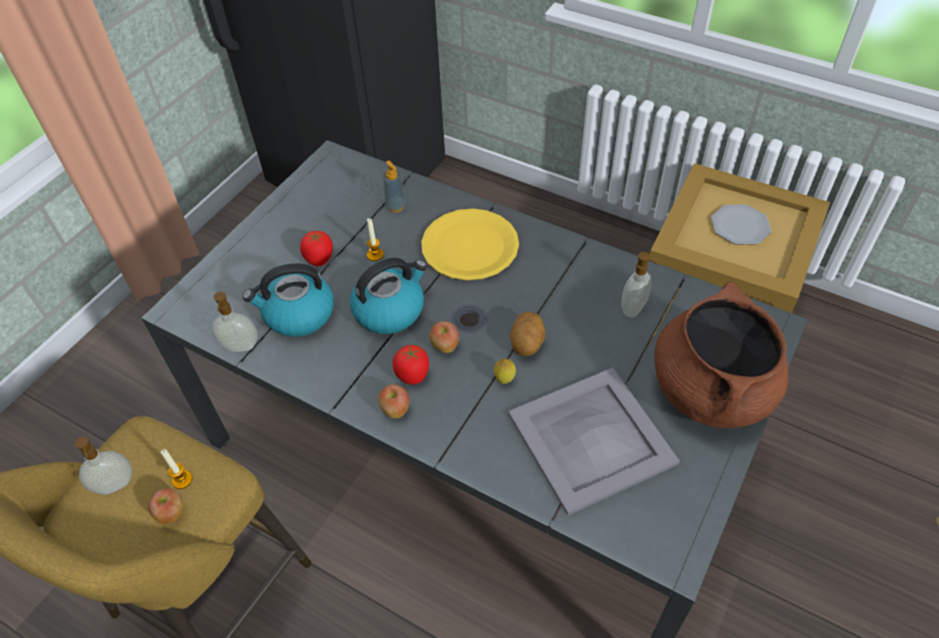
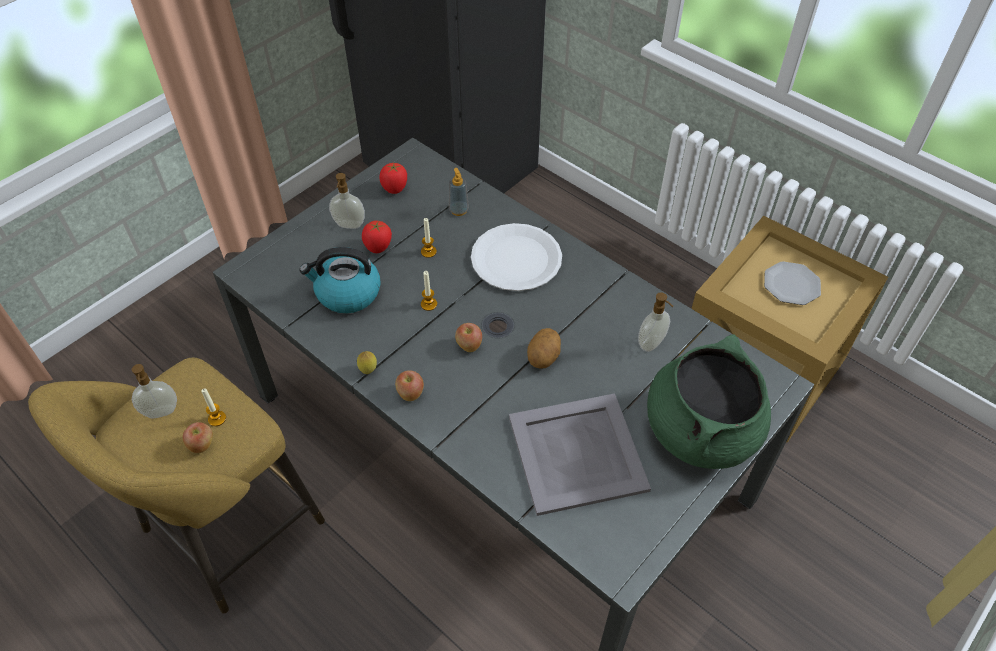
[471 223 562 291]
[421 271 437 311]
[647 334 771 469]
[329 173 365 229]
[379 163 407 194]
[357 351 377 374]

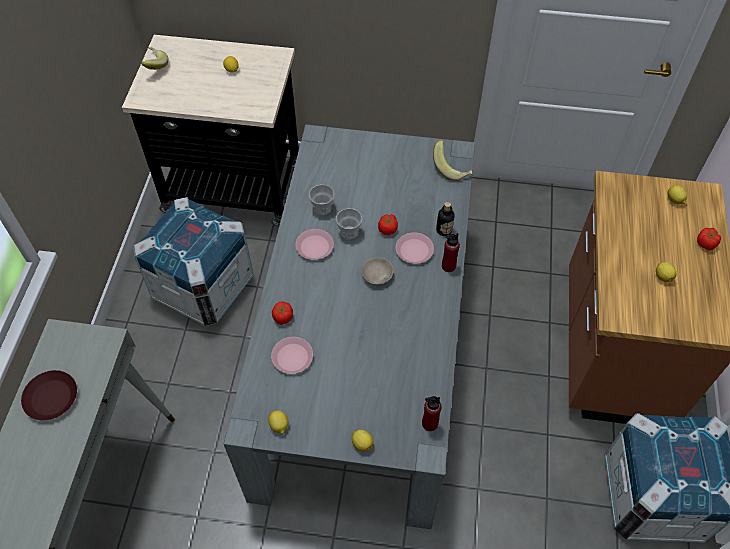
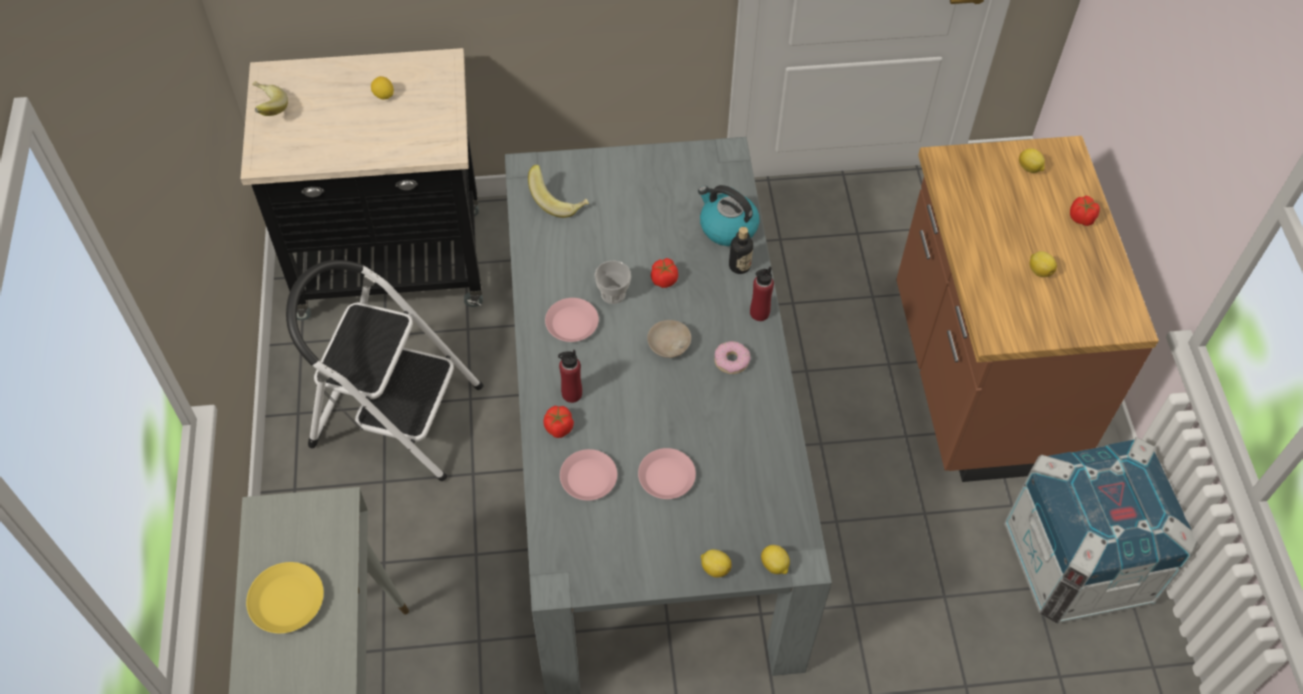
[528 165 589 218]
[309 184 335 215] (first image)
[286 260 483 481]
[638 448 696 499]
[246 562 324 633]
[558 350 582 403]
[761 545 790 574]
[698 185 760 246]
[715 341 751 374]

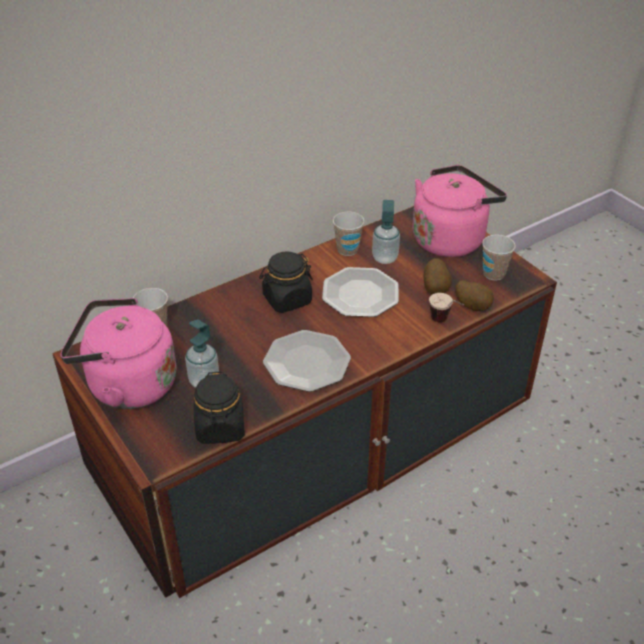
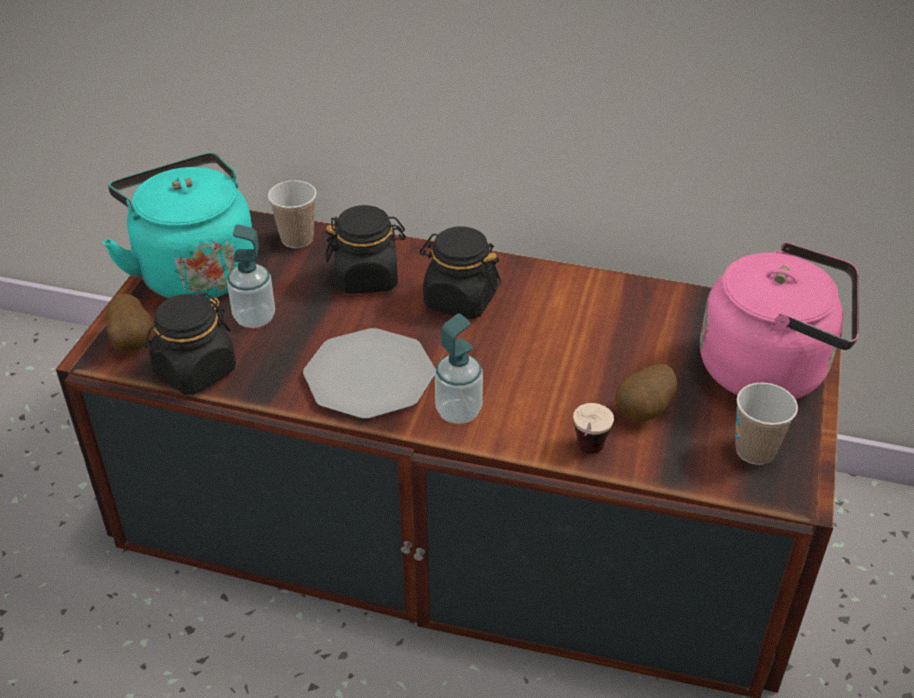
[435 313 483 424]
[333 212 364 256] (first image)
[322 267 399 317] (first image)
[106 294 154 352]
[103 153 254 299]
[326 205 406 293]

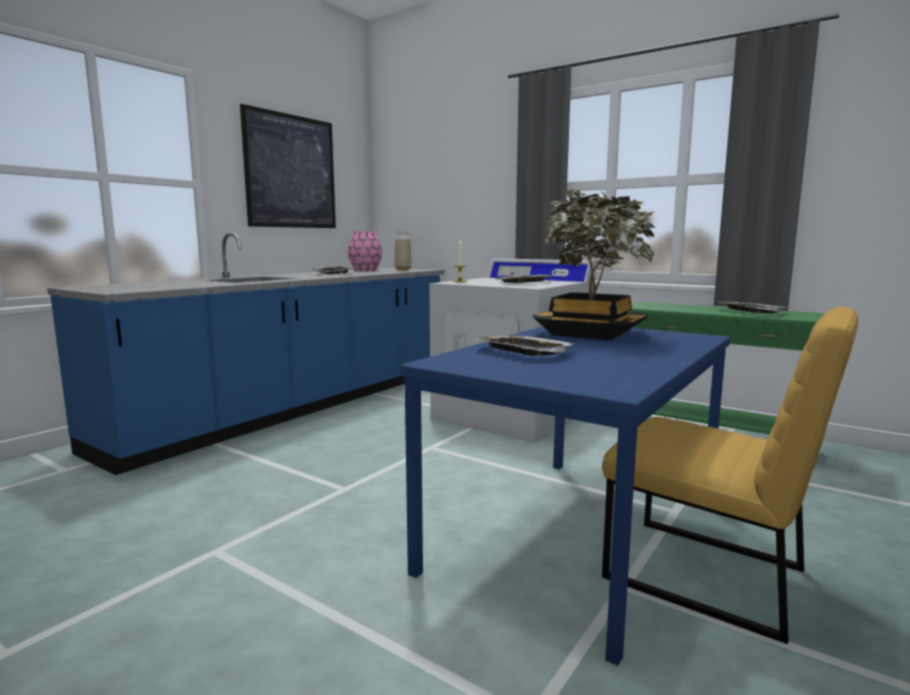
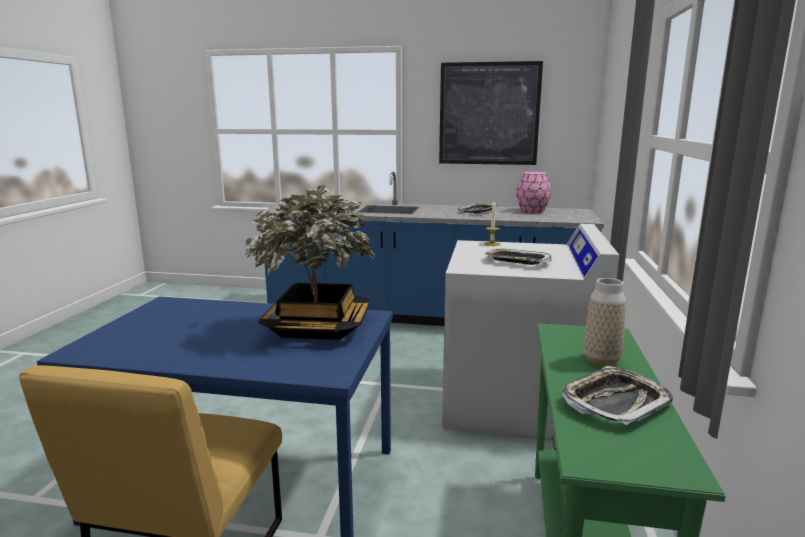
[583 278 626 366]
[476 335 575 356] (first image)

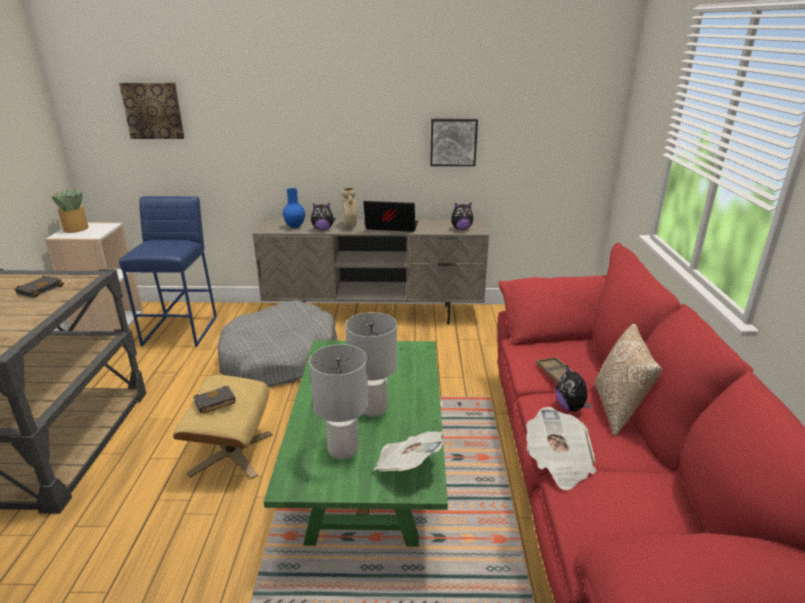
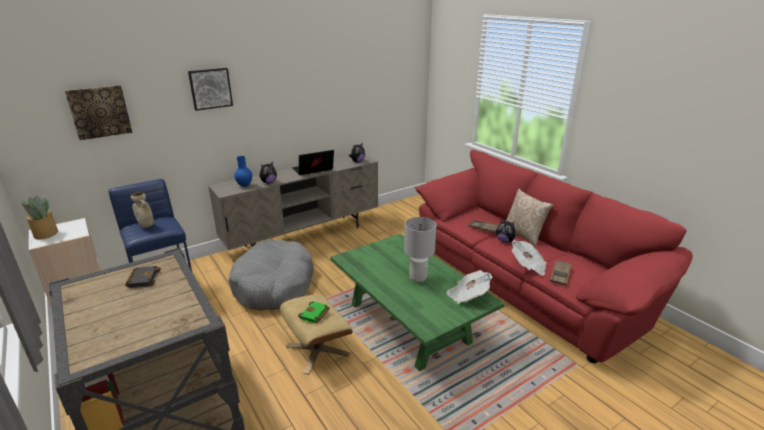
[188 68 233 111]
[131 192 154 228]
[309 344 368 460] (first image)
[298 301 330 323]
[550 260 572 285]

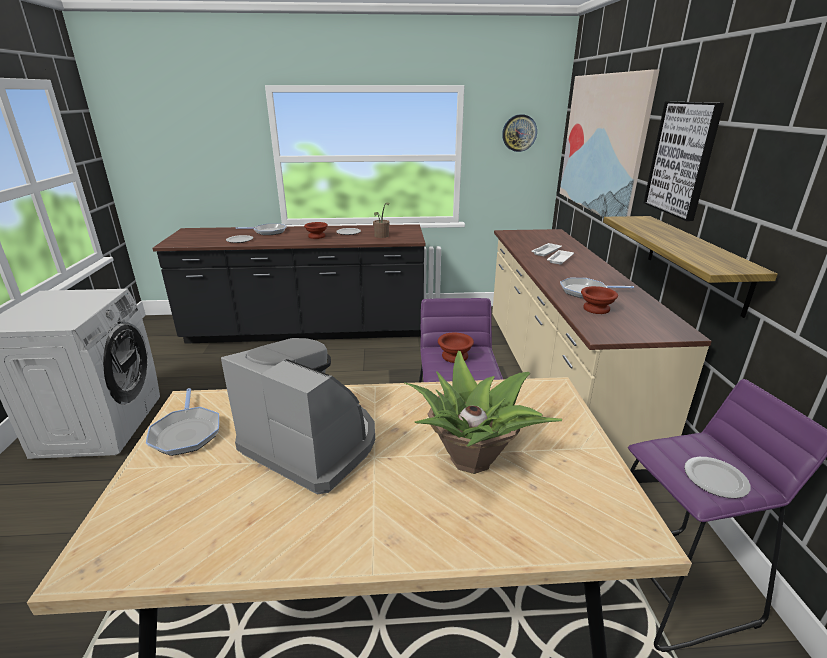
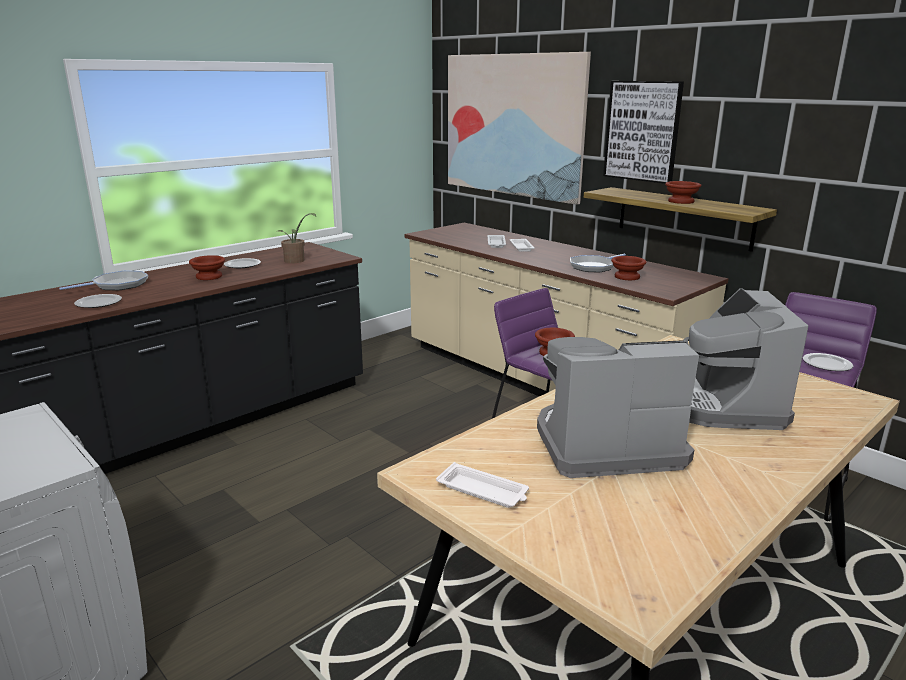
[502 114 537 152] (first image)
[684 288 808 430]
[436 462 529 508]
[665 181 701 204]

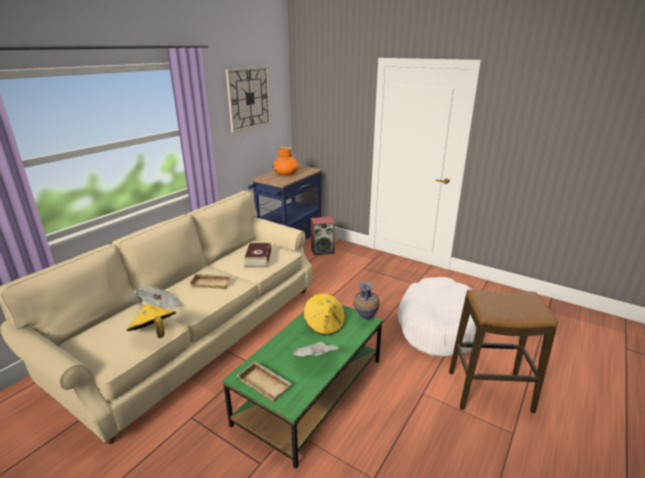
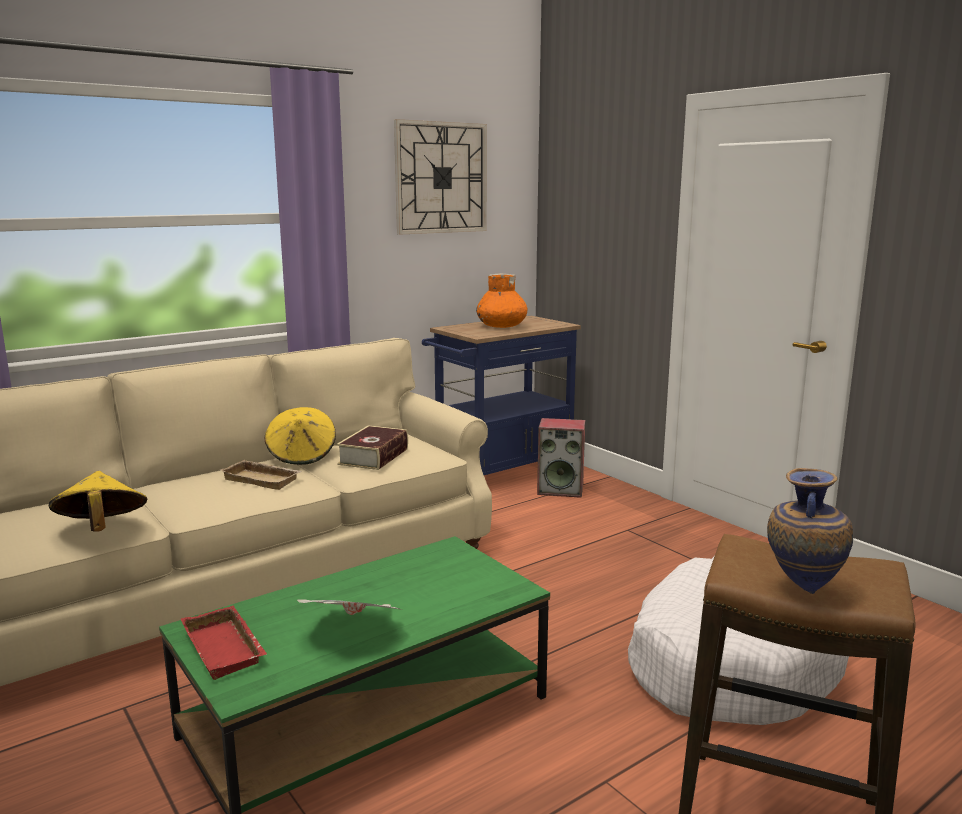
[767 468 853 594]
[134 286 186 309] (first image)
[264 407 336 465]
[181 605 267 680]

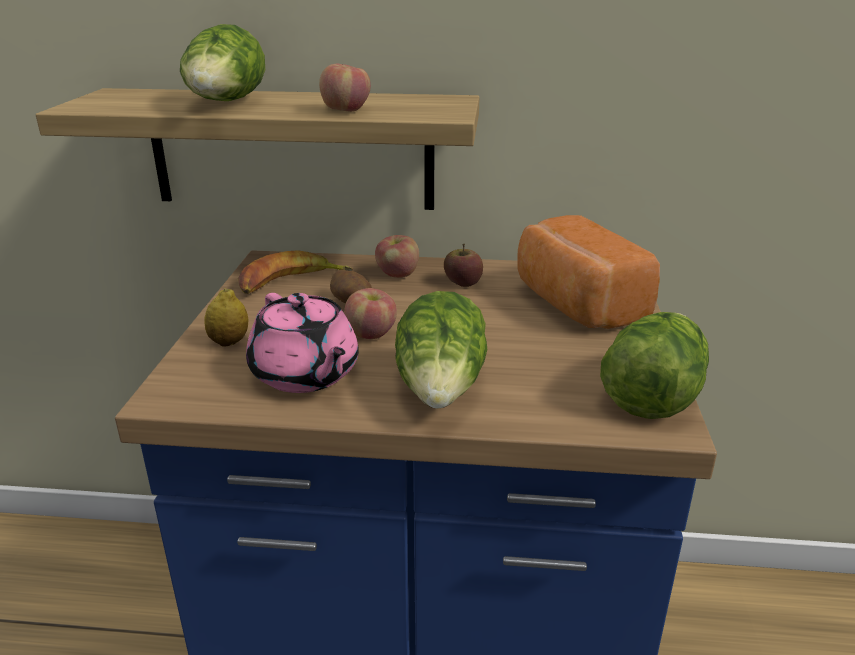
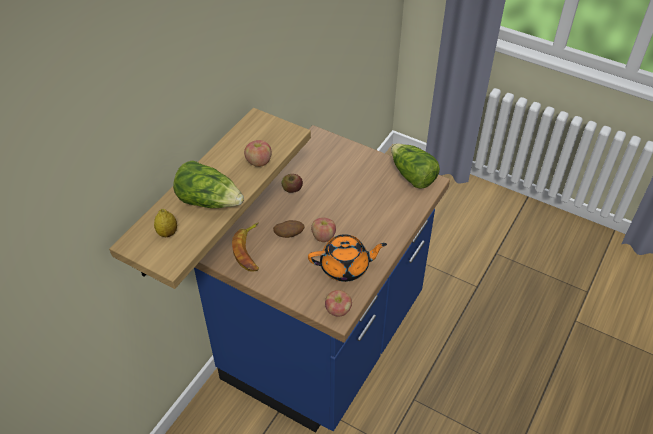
[517 215 660 329] (first image)
[325 290 352 317]
[154 209 177 237]
[395 291 487 409] (first image)
[308 234 387 282]

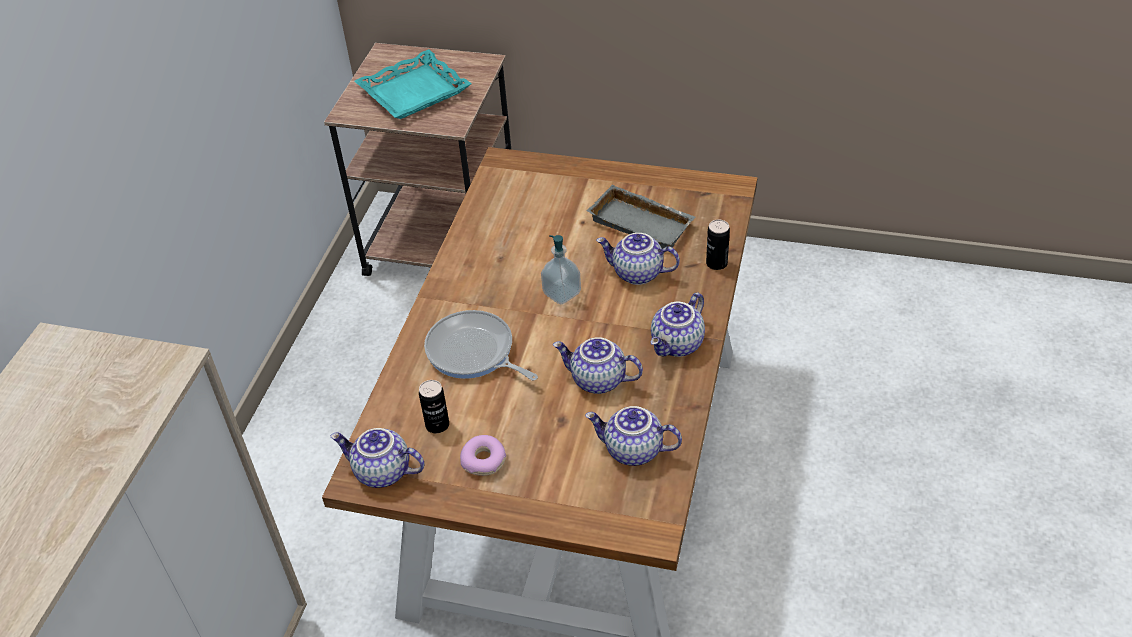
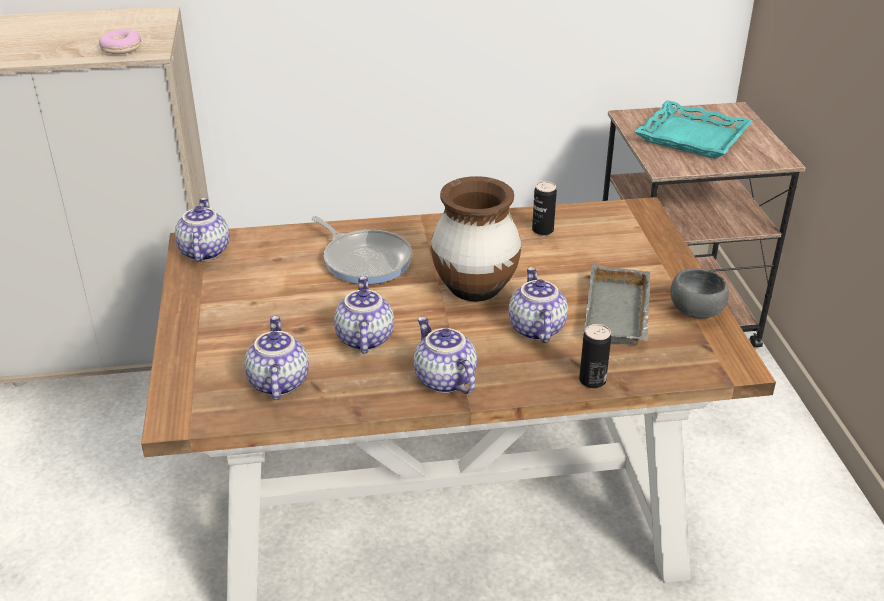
[431 176 521 301]
[414 316 477 394]
[311 216 412 284]
[532 181 557 235]
[99 29 141 54]
[671 268 729 319]

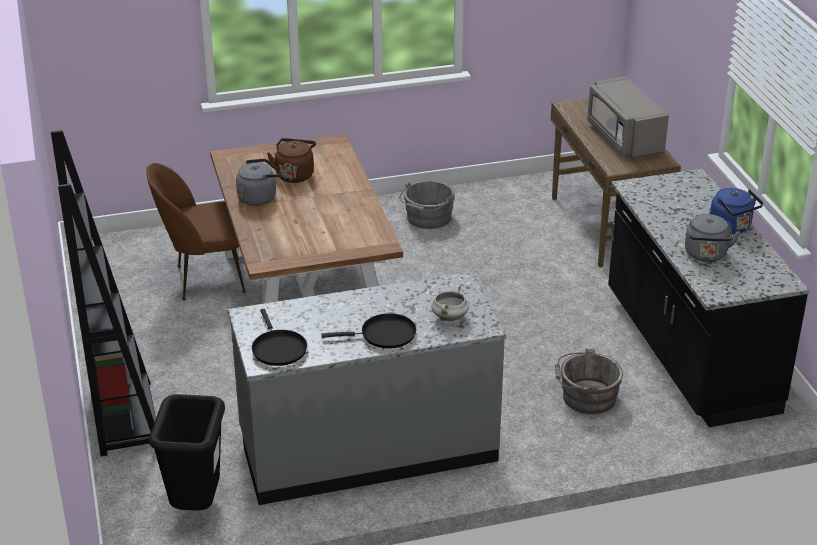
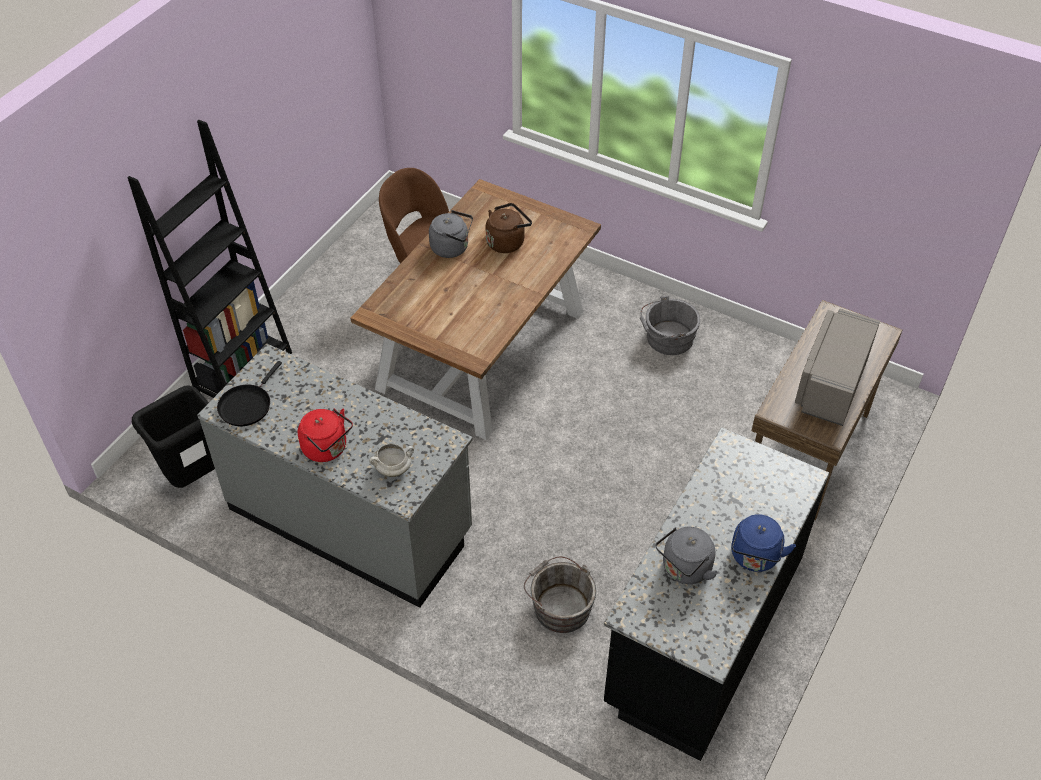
[298 409 353 462]

